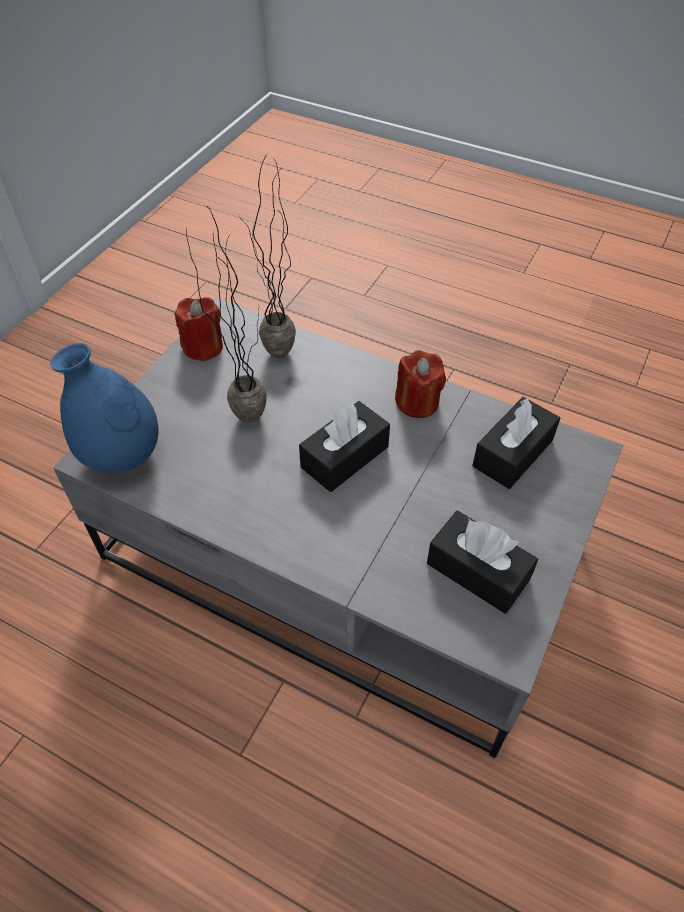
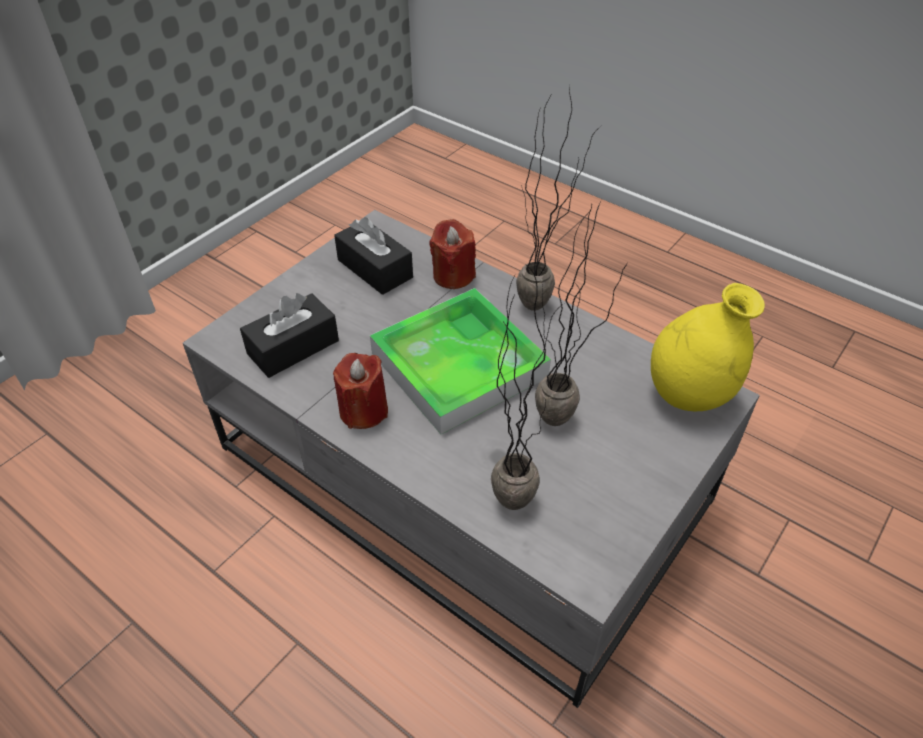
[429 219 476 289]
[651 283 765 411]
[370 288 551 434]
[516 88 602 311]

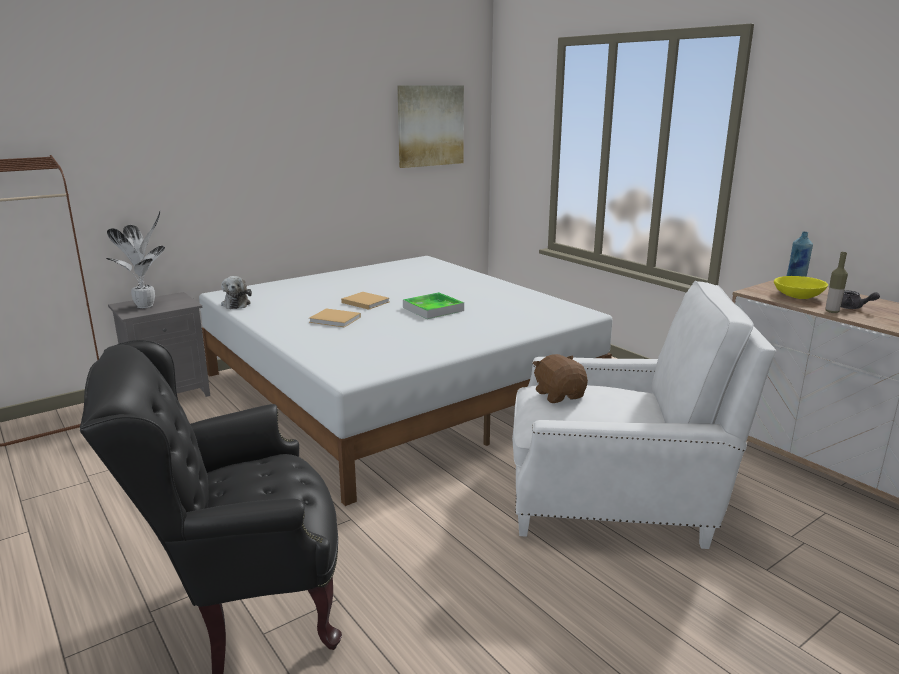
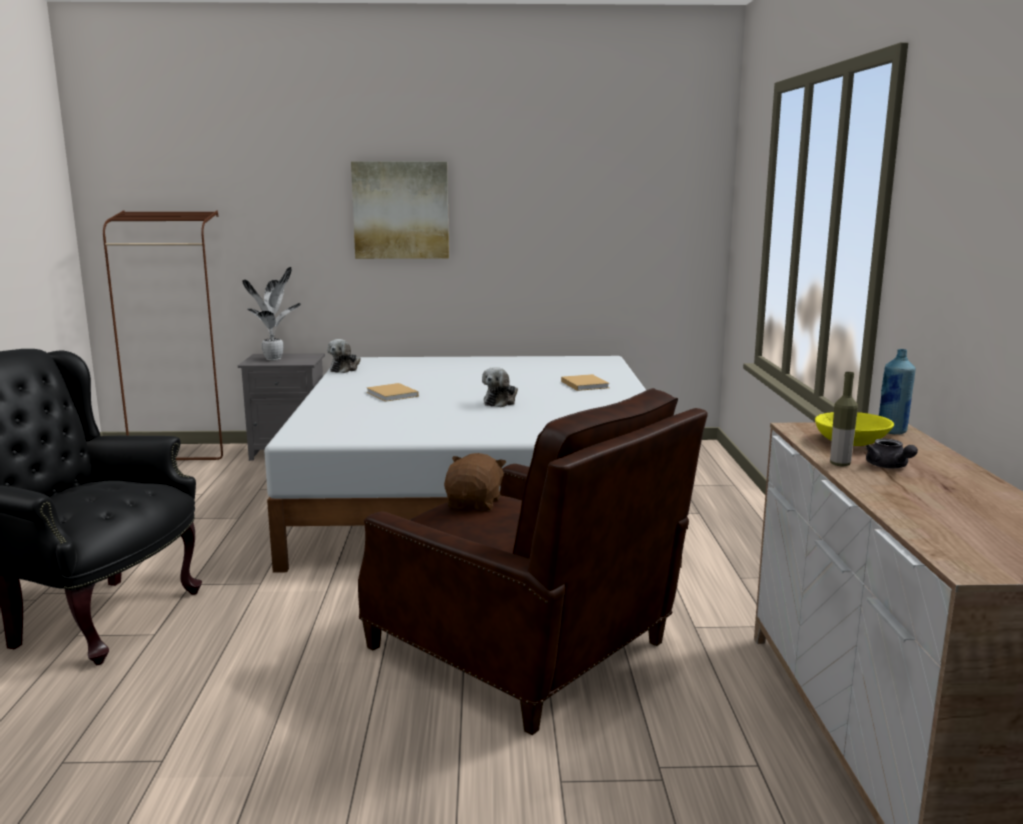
[351 162 449 259]
[358 388 708 735]
[561 374 610 391]
[482 367 518 407]

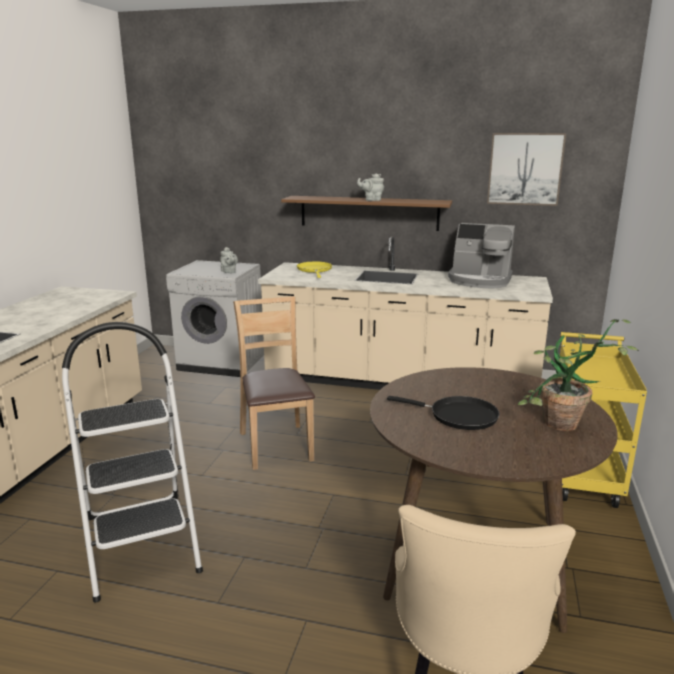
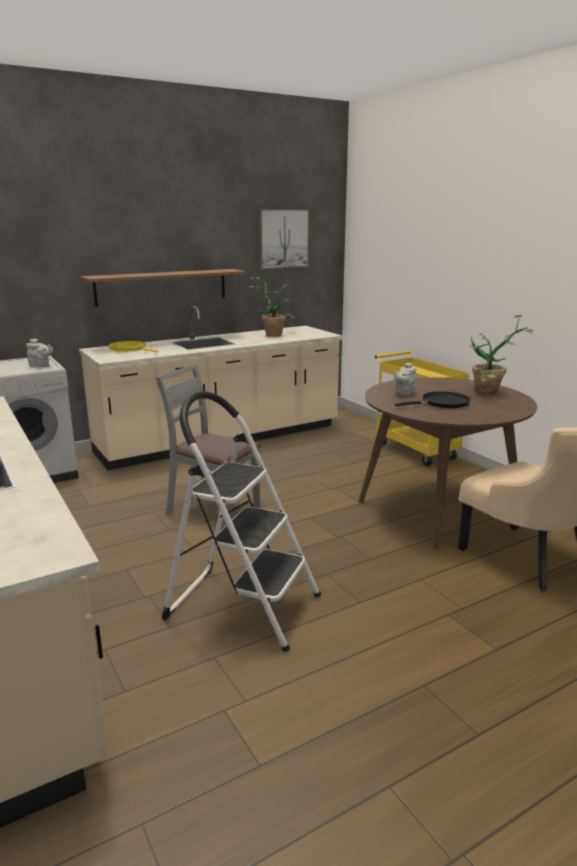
[394 362 417 396]
[249 277 295 337]
[155 364 261 527]

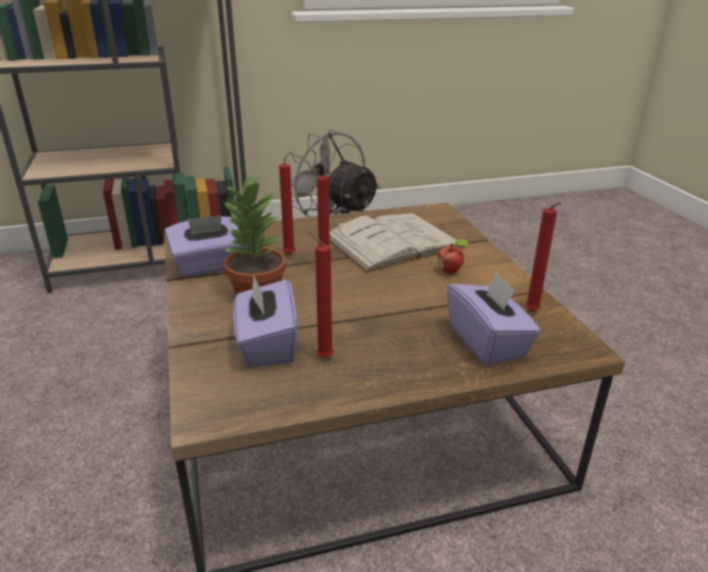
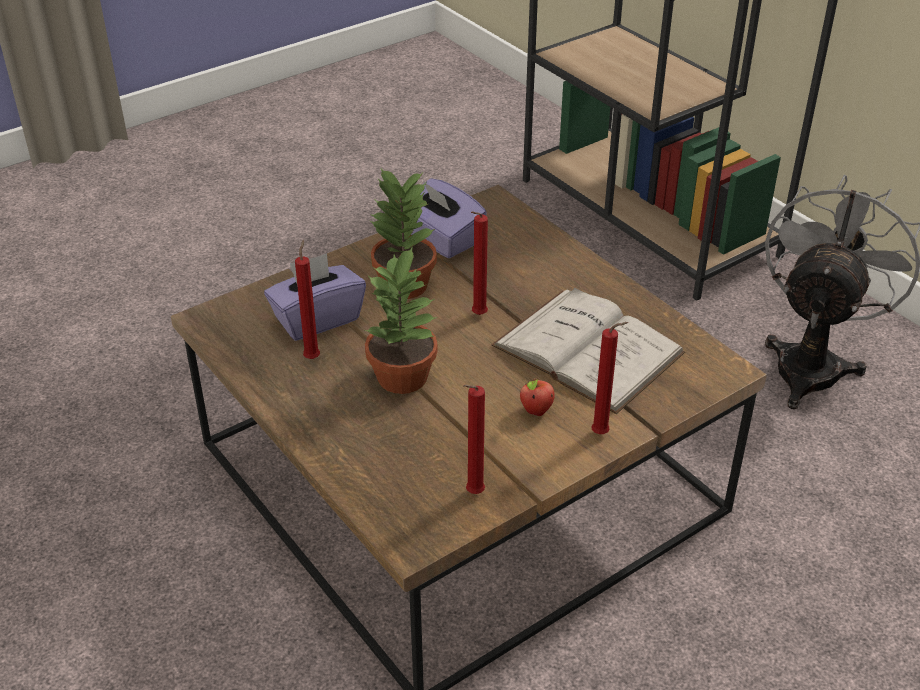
[591 322 628 434]
[447 271 541 366] (first image)
[365 246 438 394]

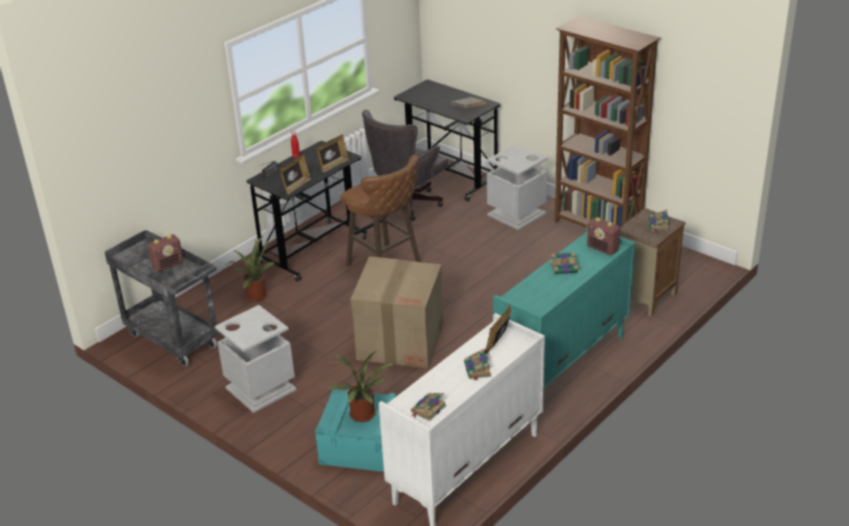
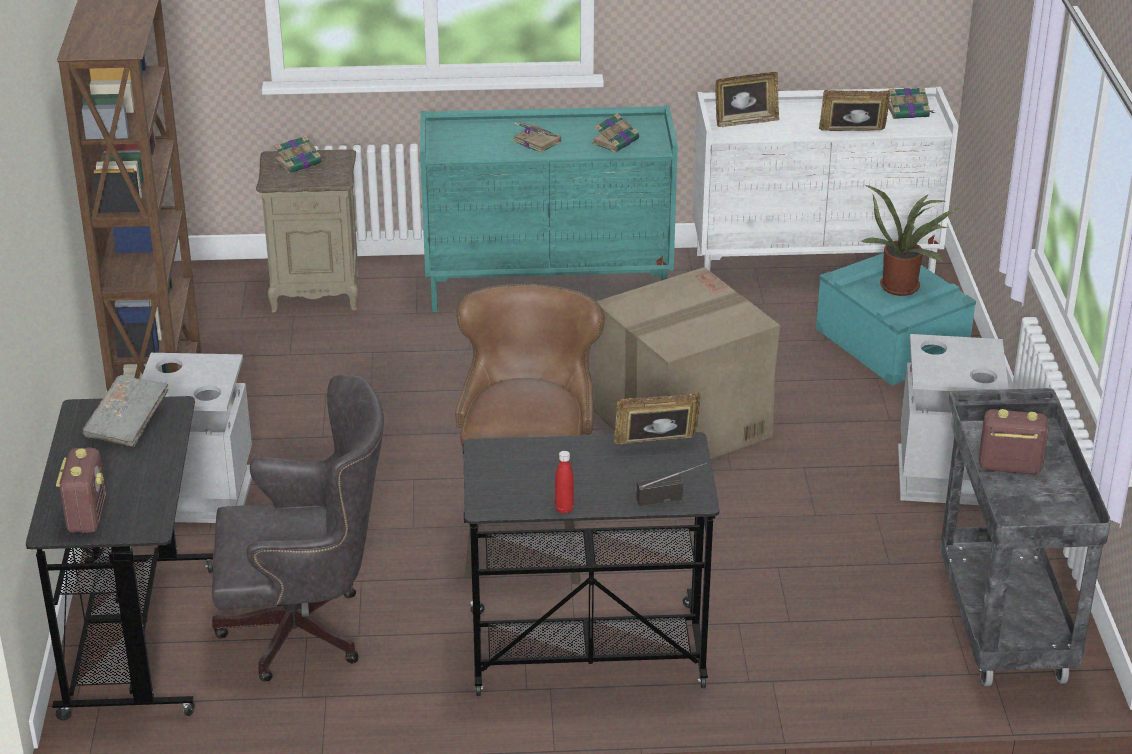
[819 90 890 131]
[56 448 106 533]
[225 236 275 302] (first image)
[592 113 639 153]

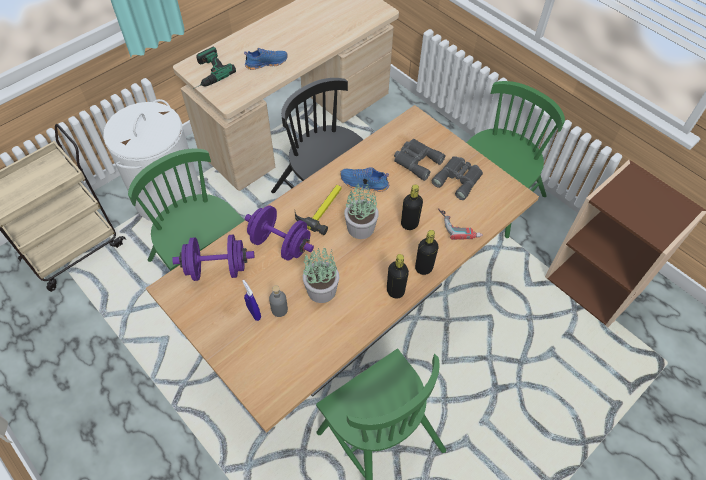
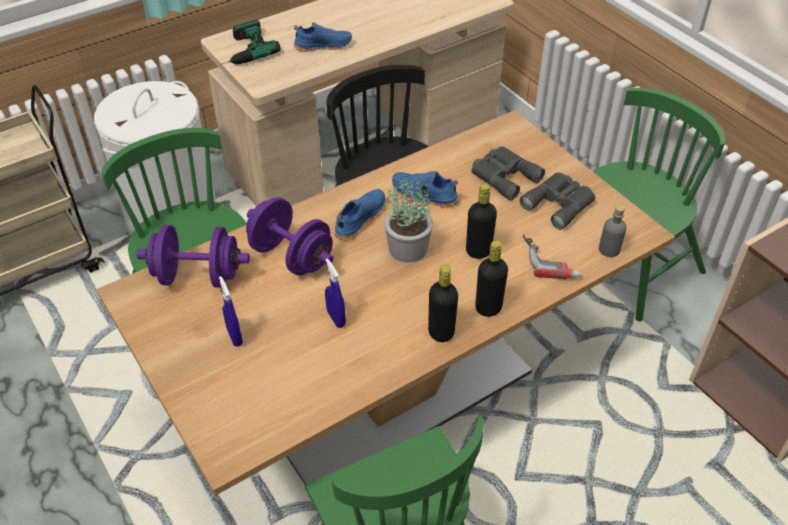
[335 189 385 241]
[325 258 346 328]
[599 205 626 257]

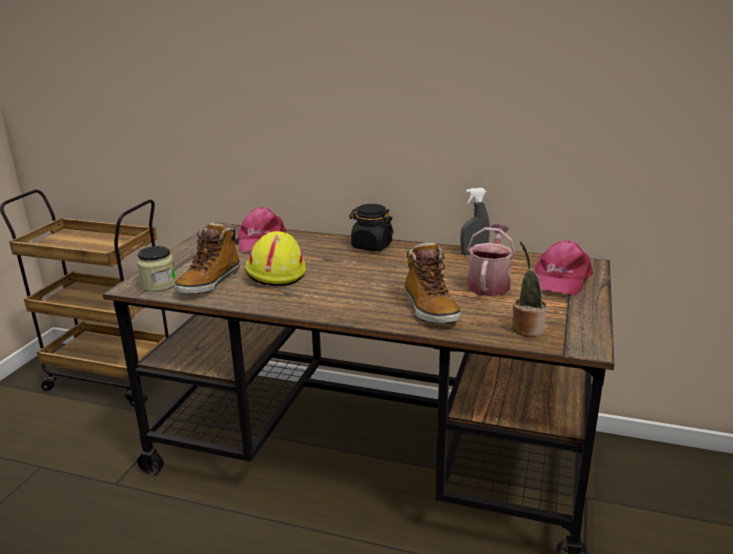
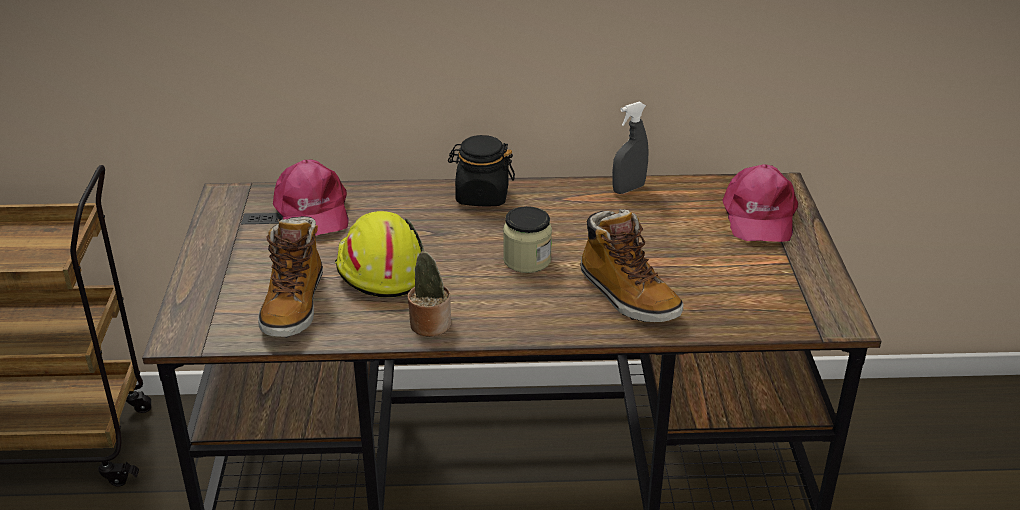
[467 224 516 296] (first image)
[405 218 451 337]
[503 206 552 273]

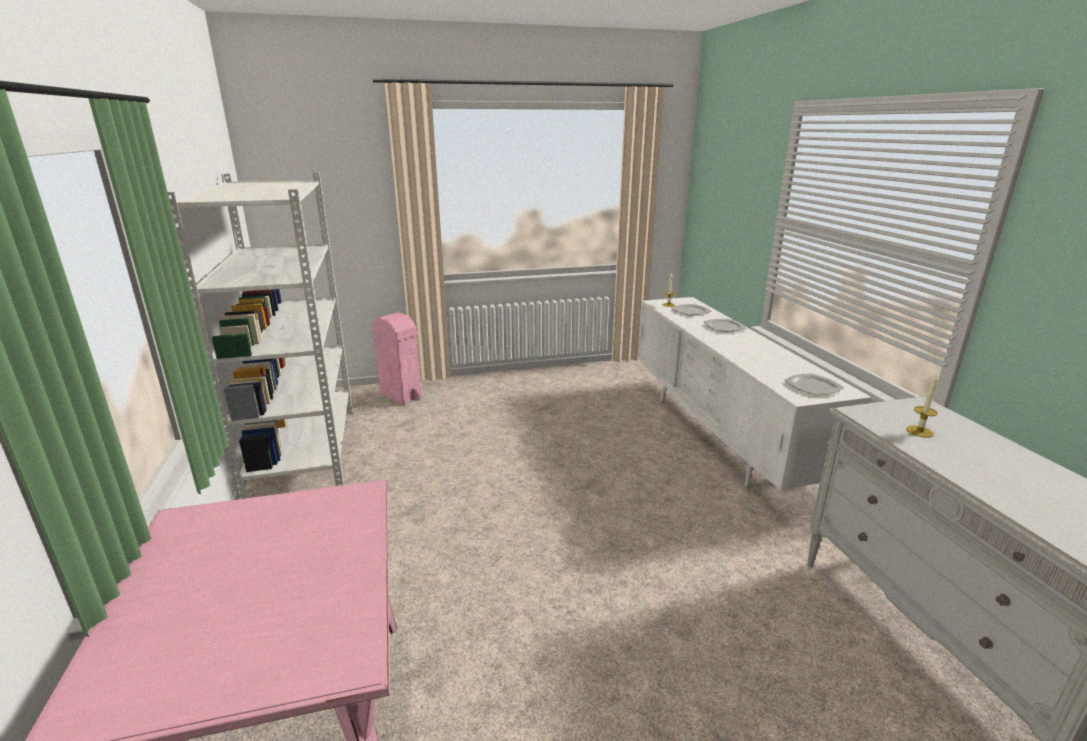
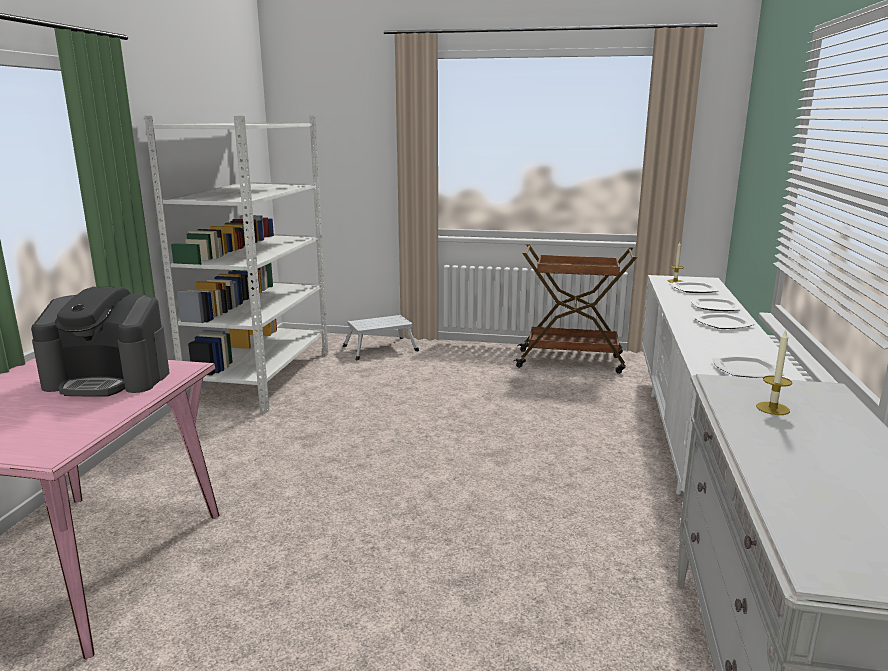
[343 315 420 361]
[513 244 637 374]
[31 287 170 397]
[693 313 755 329]

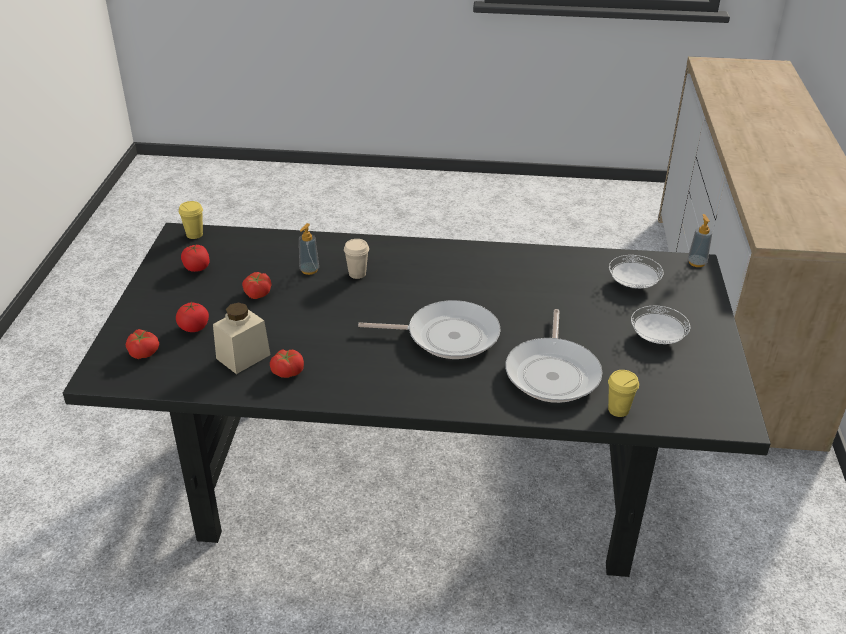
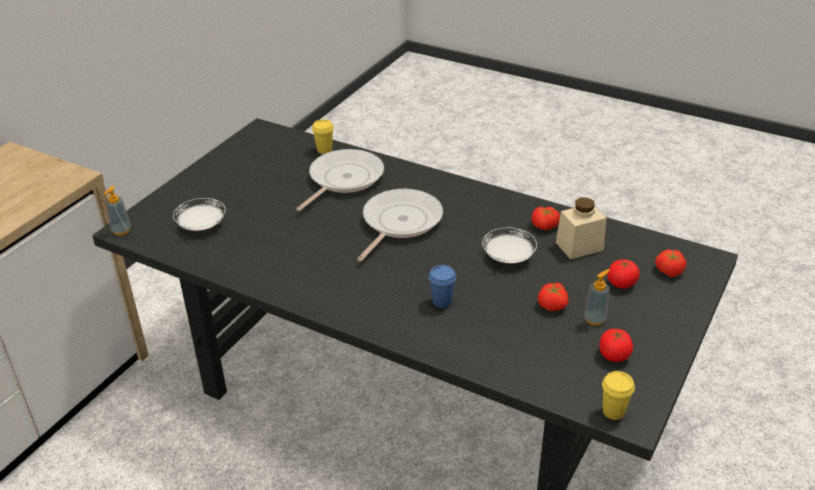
[584 269 610 326]
[429 265 456 308]
[357 189 443 261]
[482 227 537 263]

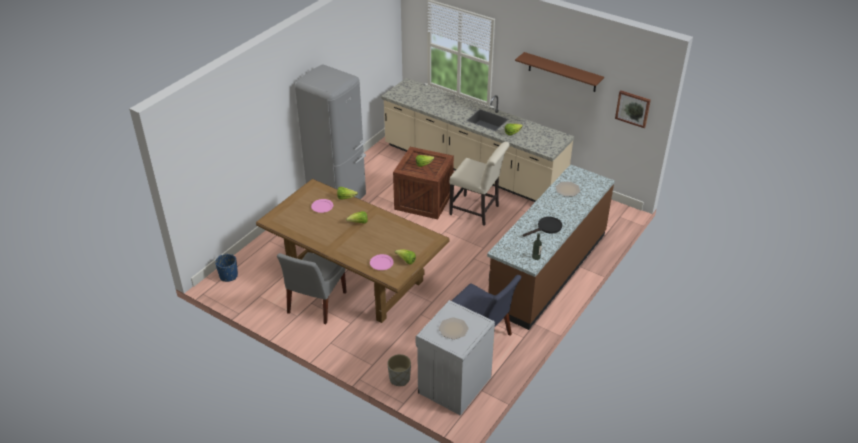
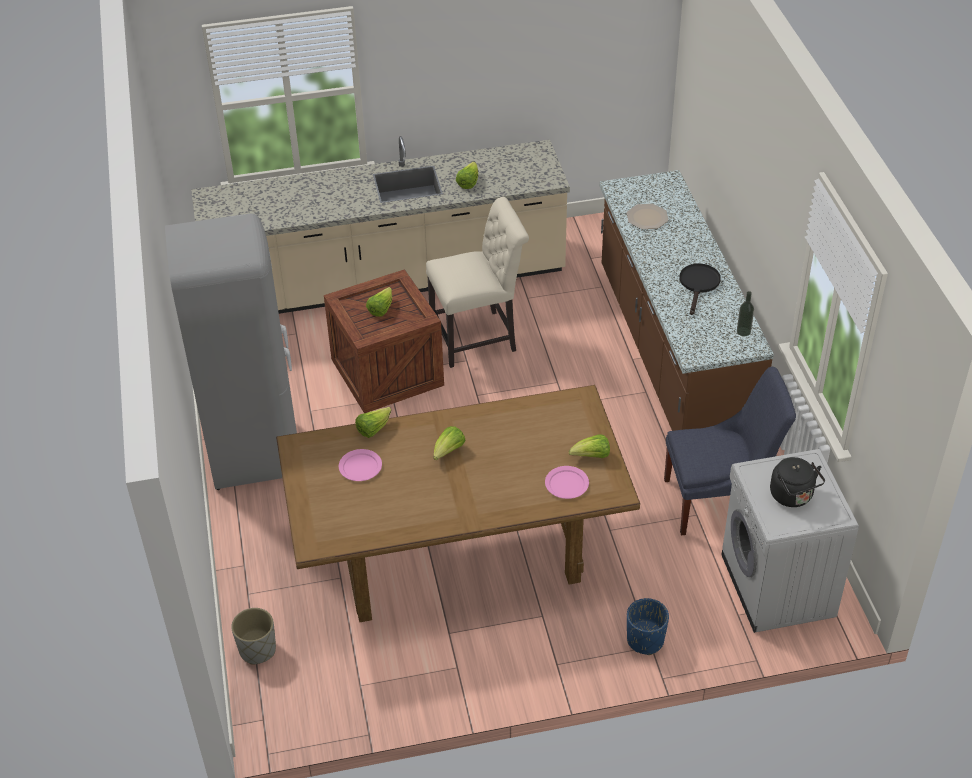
[515 52 604 92] (first image)
[615 90 651 128] (first image)
[277 252 347 324] (first image)
[627 598 669 655]
[770 457 825 507]
[231 608 276 665]

